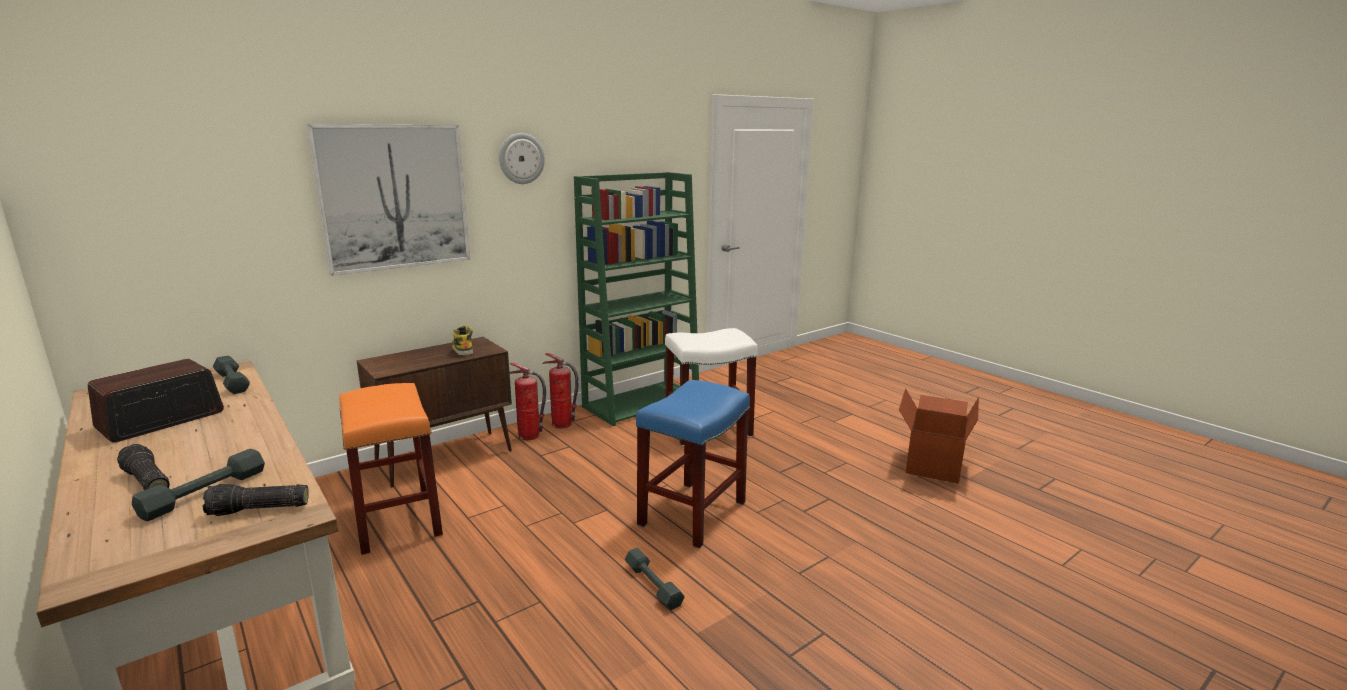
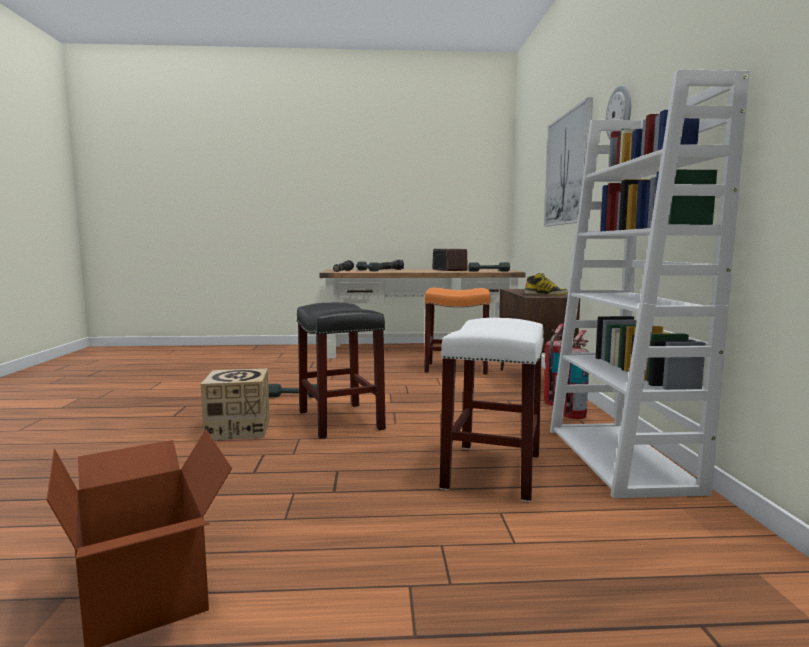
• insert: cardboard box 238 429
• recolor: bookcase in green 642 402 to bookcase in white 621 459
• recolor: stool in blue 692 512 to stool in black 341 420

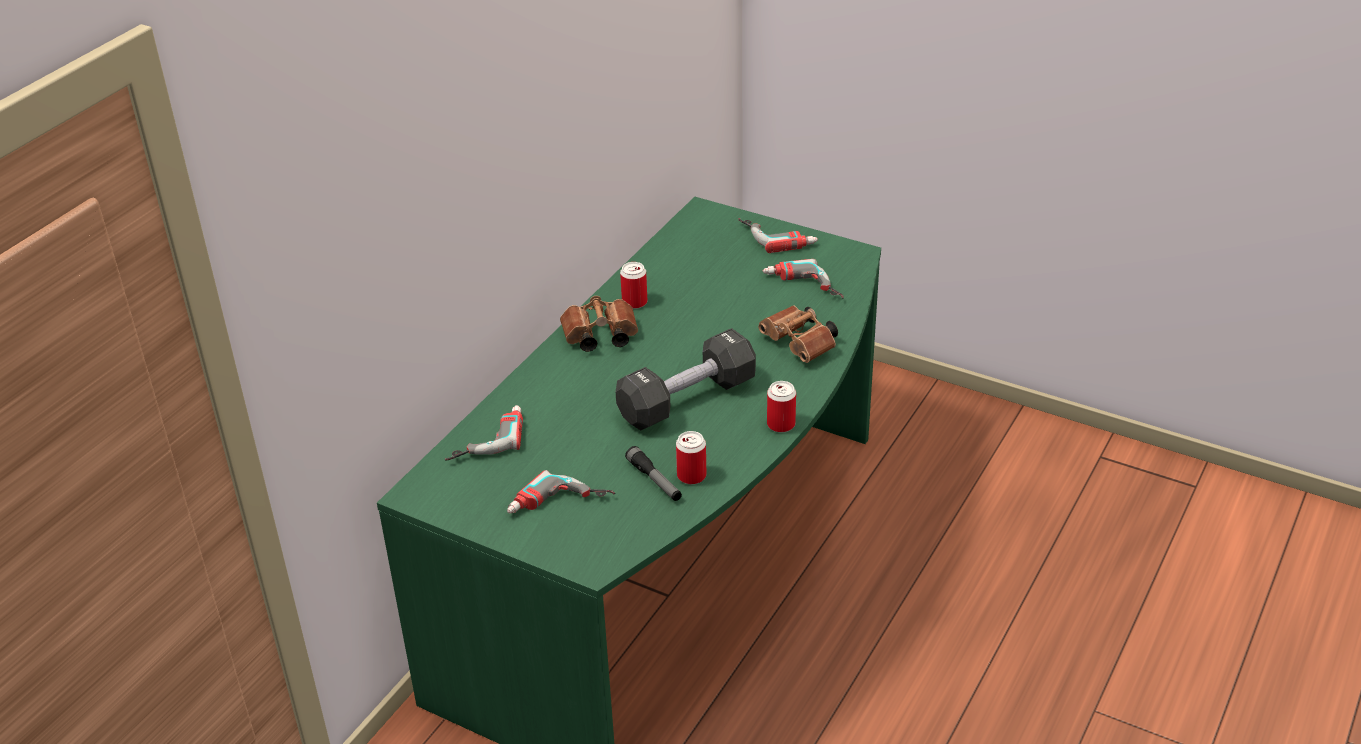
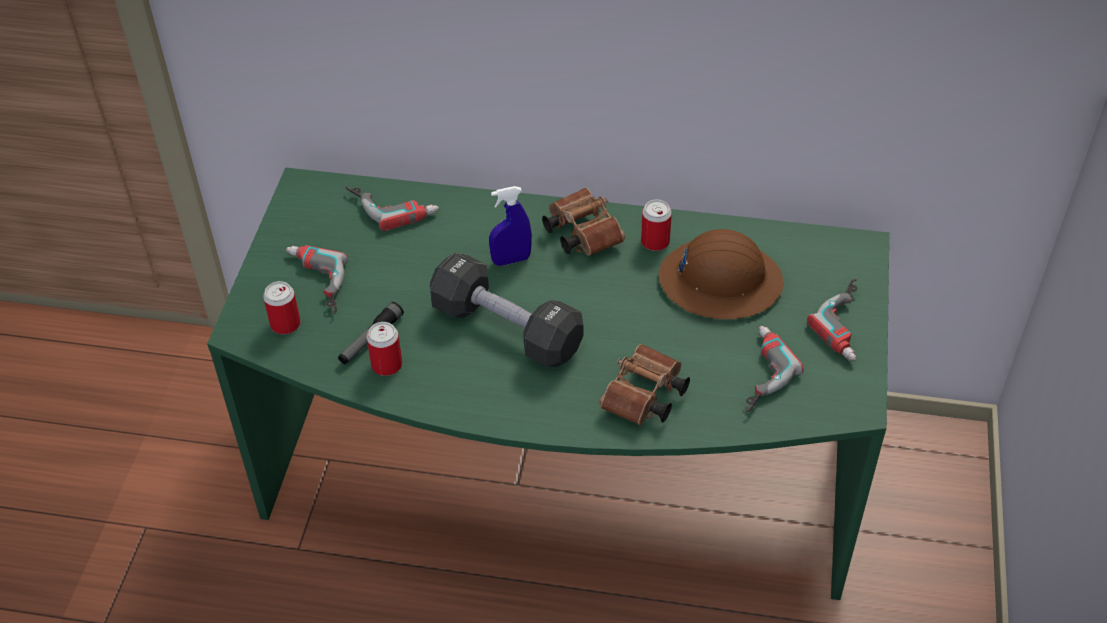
• insert: spray bottle in blue 511 260
• insert: hard hat in brown 720 281
• move: can 781 424 to 285 324

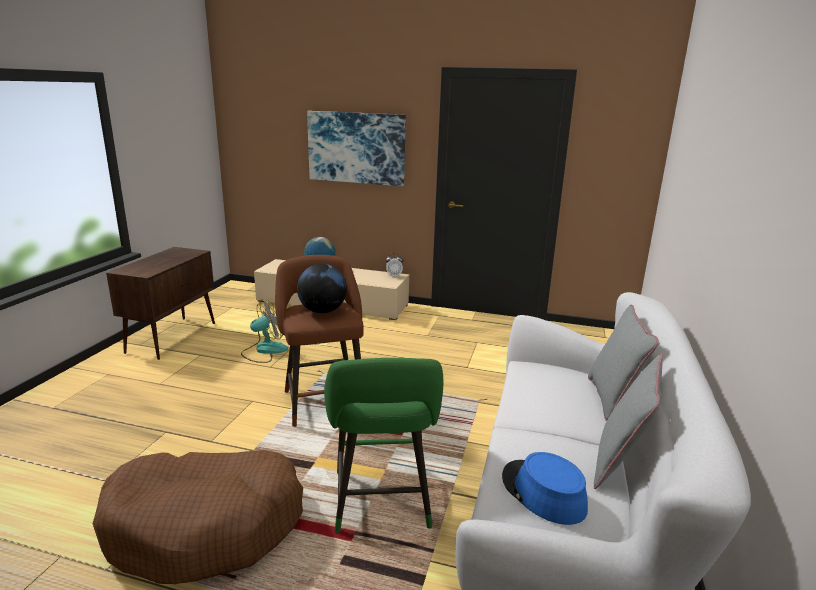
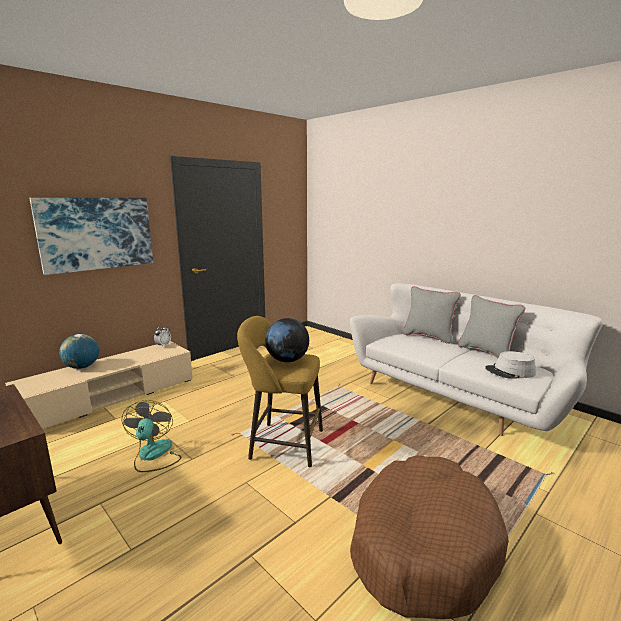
• delete: stool in green 382 504
• recolor: stool in brown 323 400 to stool in yellow 282 444
• recolor: hat in blue 543 492 to hat in grey 510 371

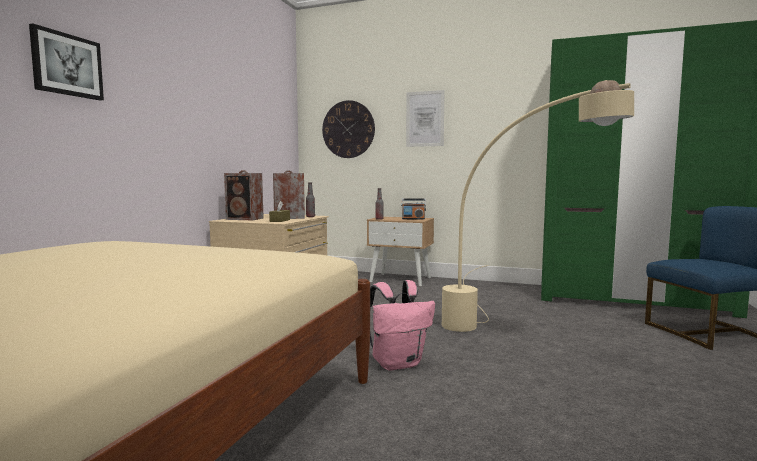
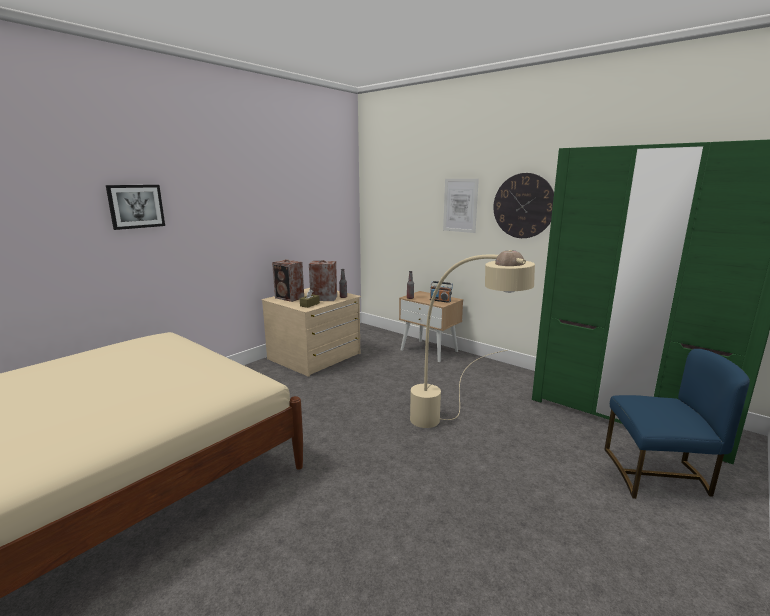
• delete: backpack in pink 398 363
• move: wall clock 348 129 to 523 206

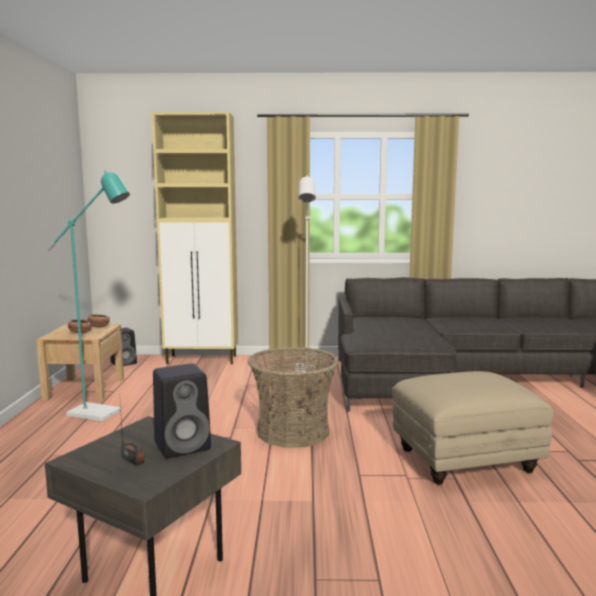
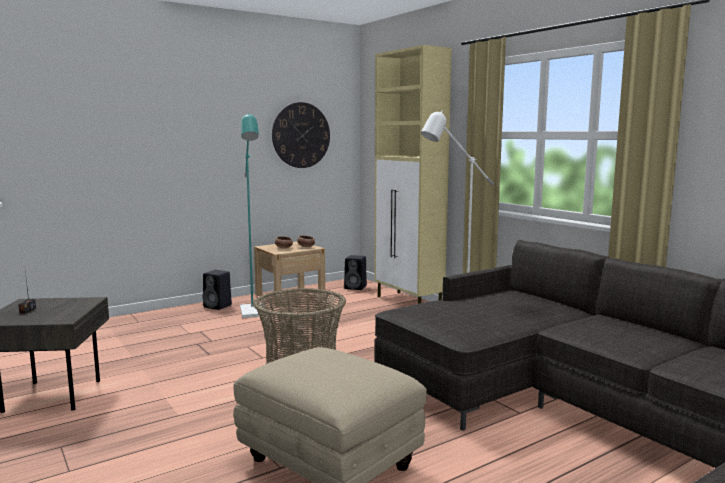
• insert: wall clock 301 135
• move: speaker in black 184 445 to 218 306

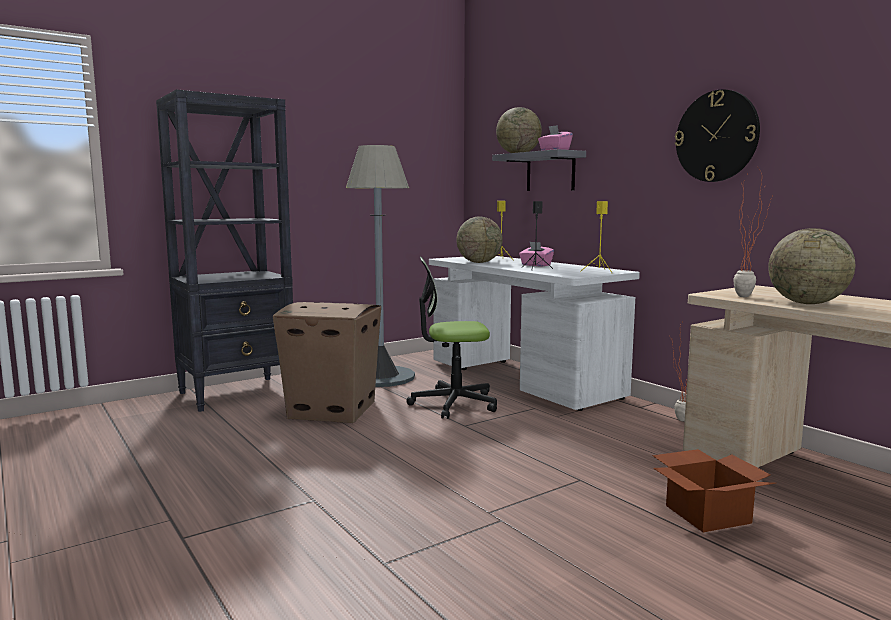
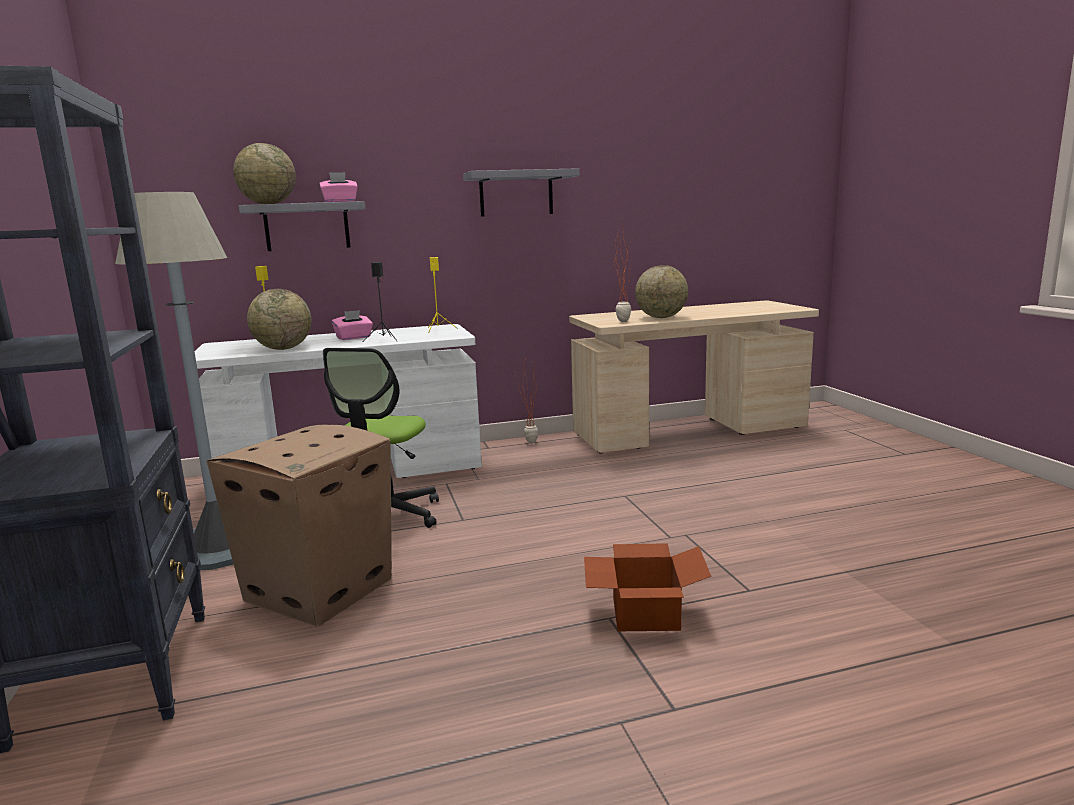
• move: cardboard box 707 513 to 643 613
• replace: wall clock 716 136 to shelf in grey 516 194

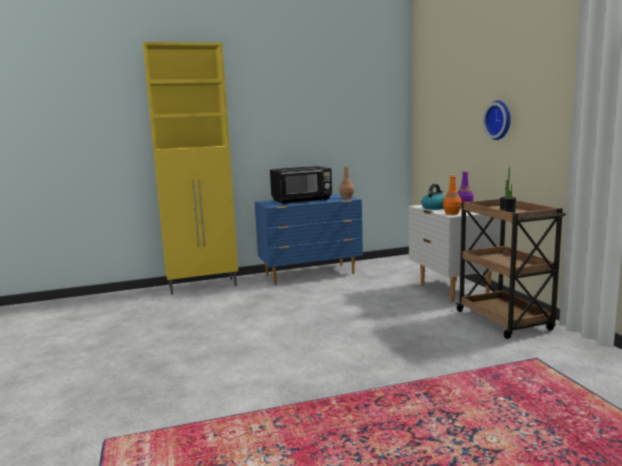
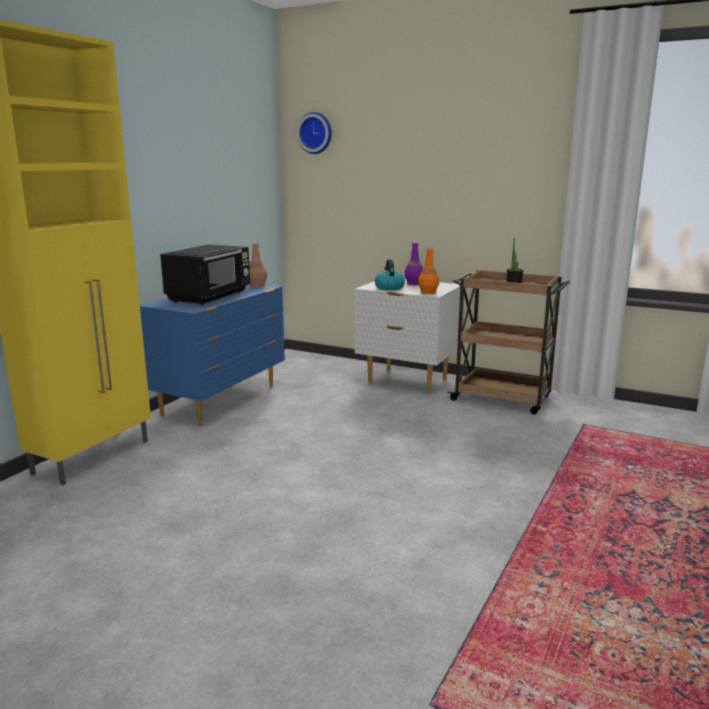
• move: wall clock 500 120 to 316 133

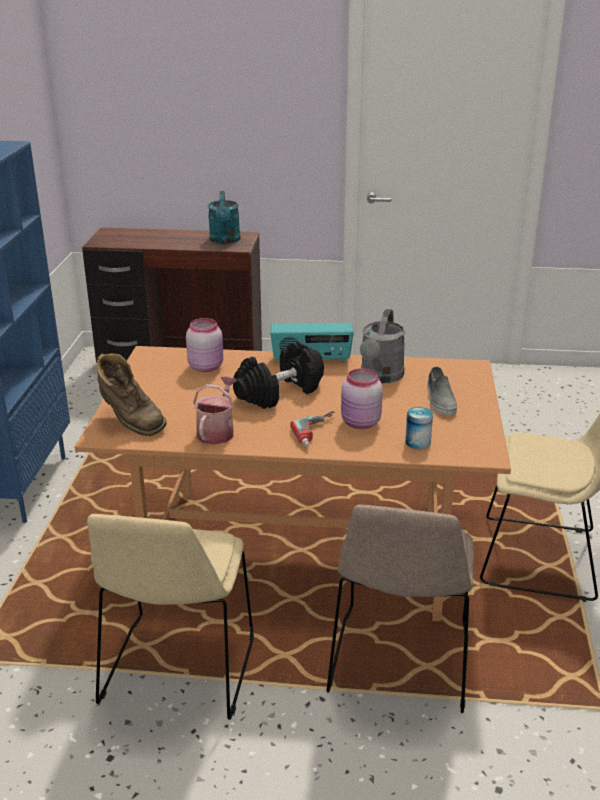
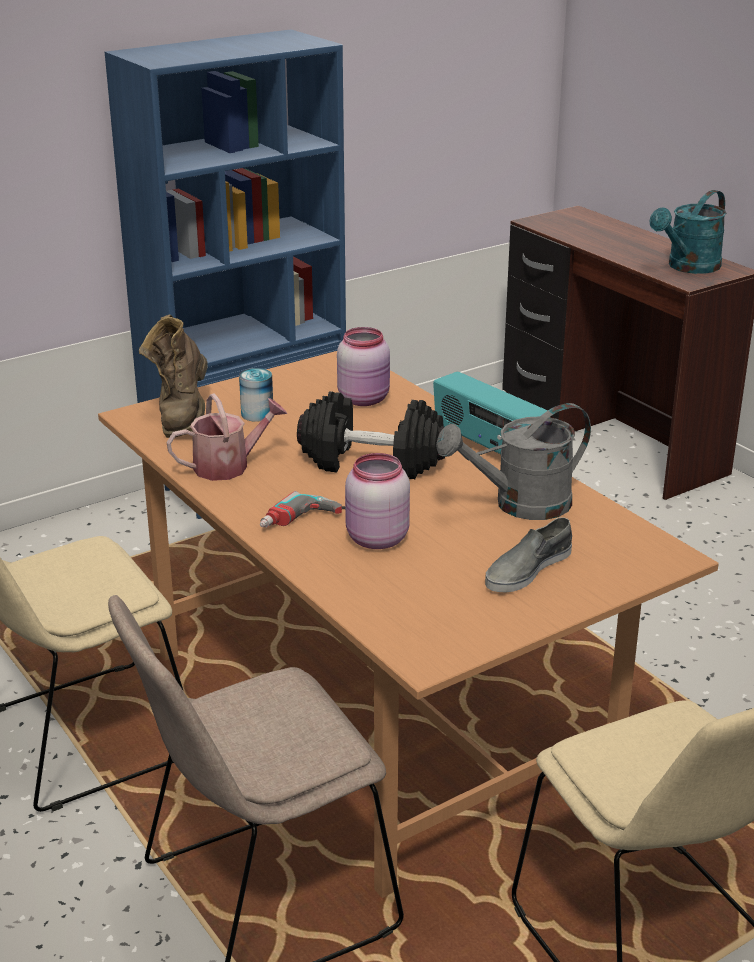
• move: can 417 442 to 257 414

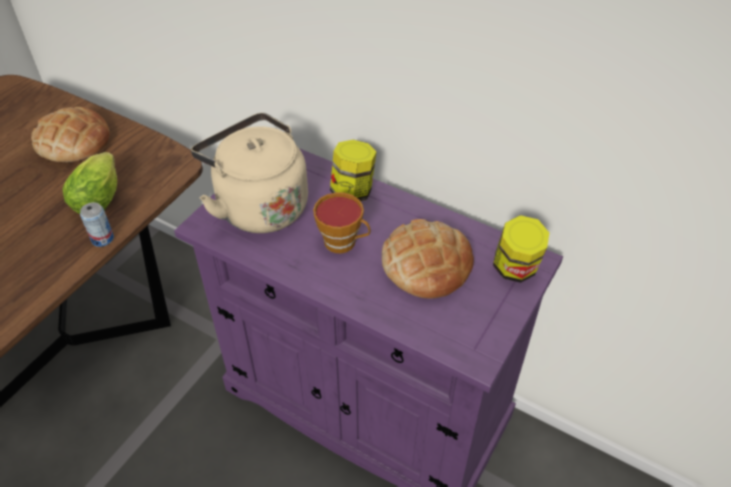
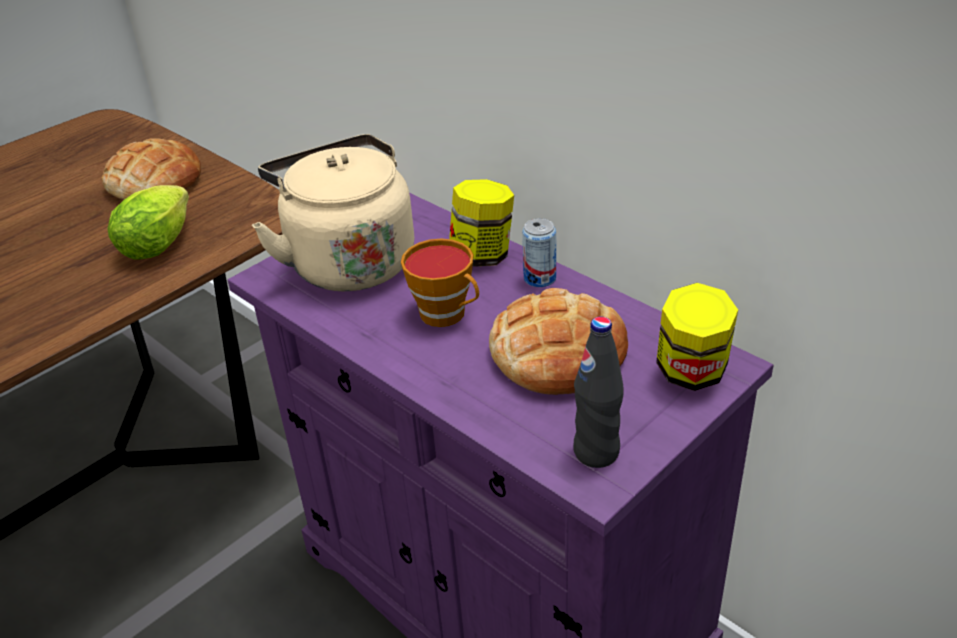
• insert: bottle in black 596 452
• move: can 102 239 to 540 278

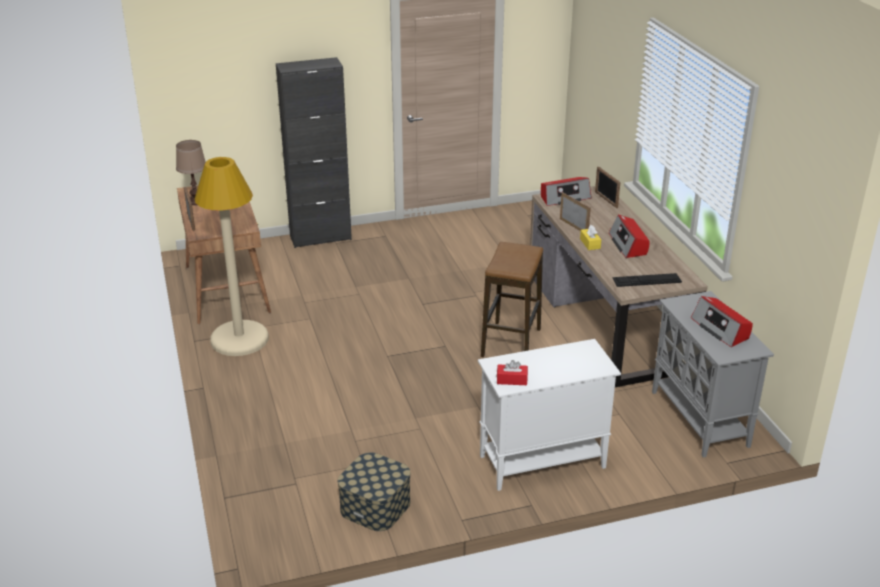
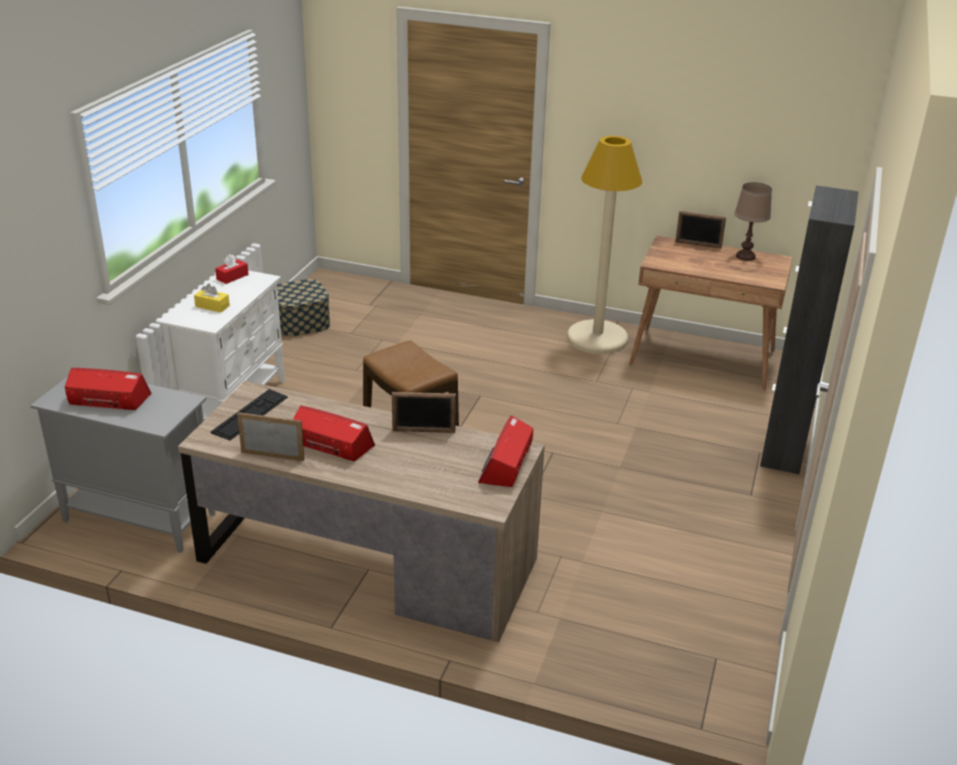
• move: tissue box in yellow 590 243 to 212 306
• move: picture frame 606 200 to 273 455

